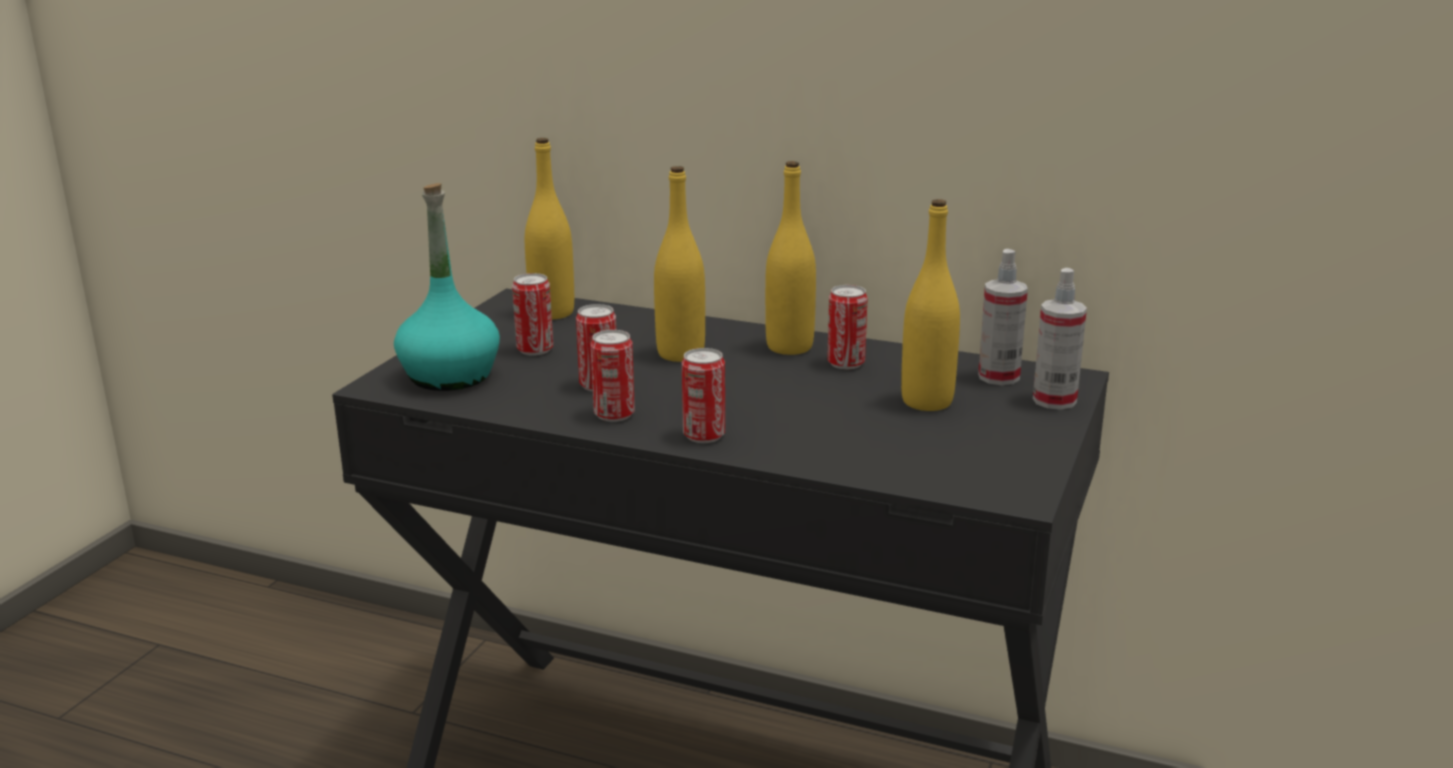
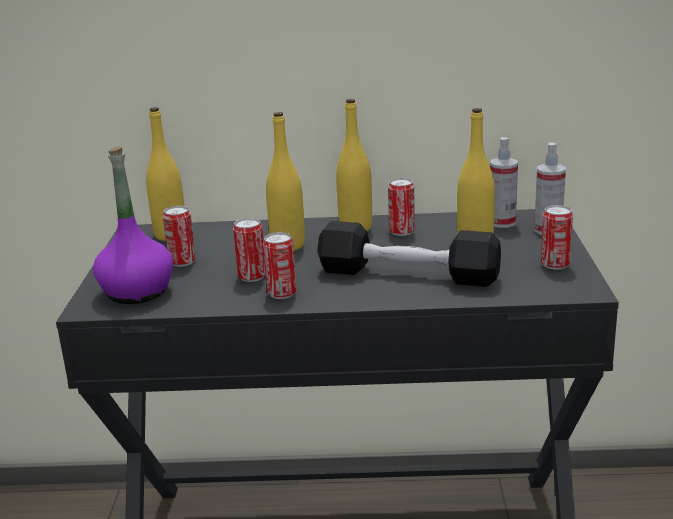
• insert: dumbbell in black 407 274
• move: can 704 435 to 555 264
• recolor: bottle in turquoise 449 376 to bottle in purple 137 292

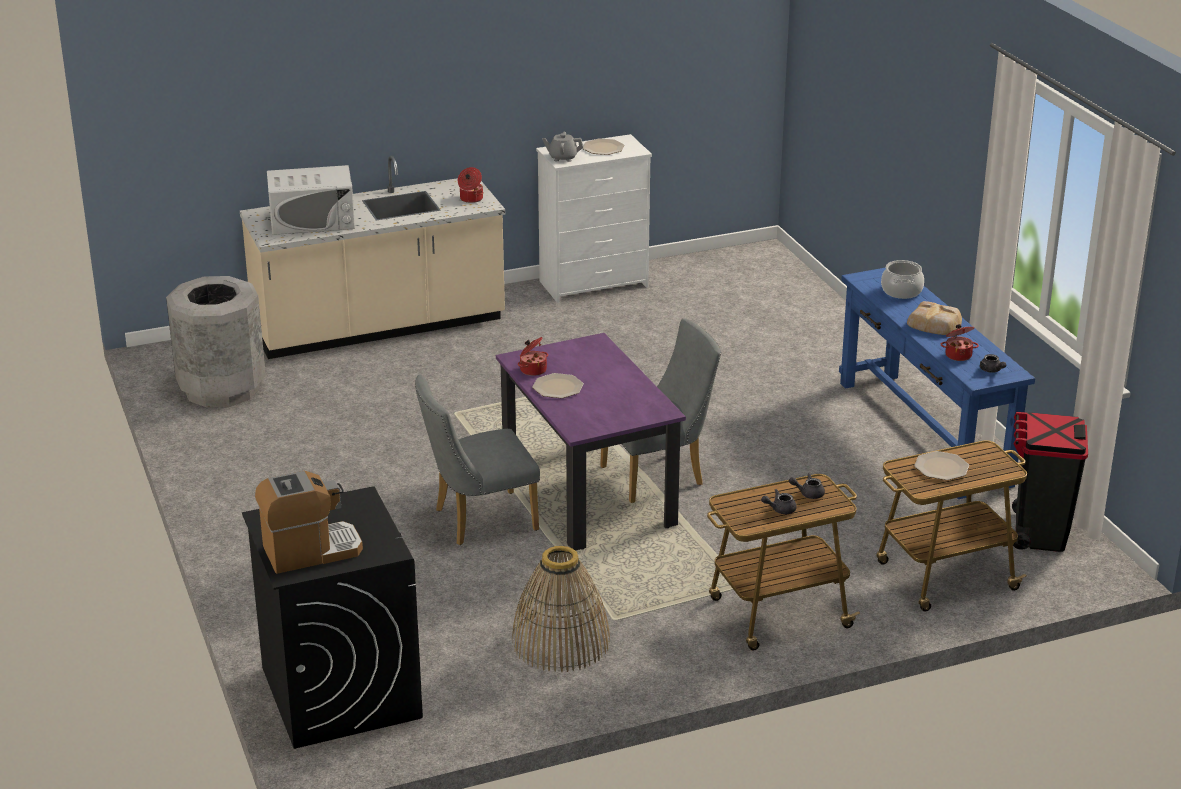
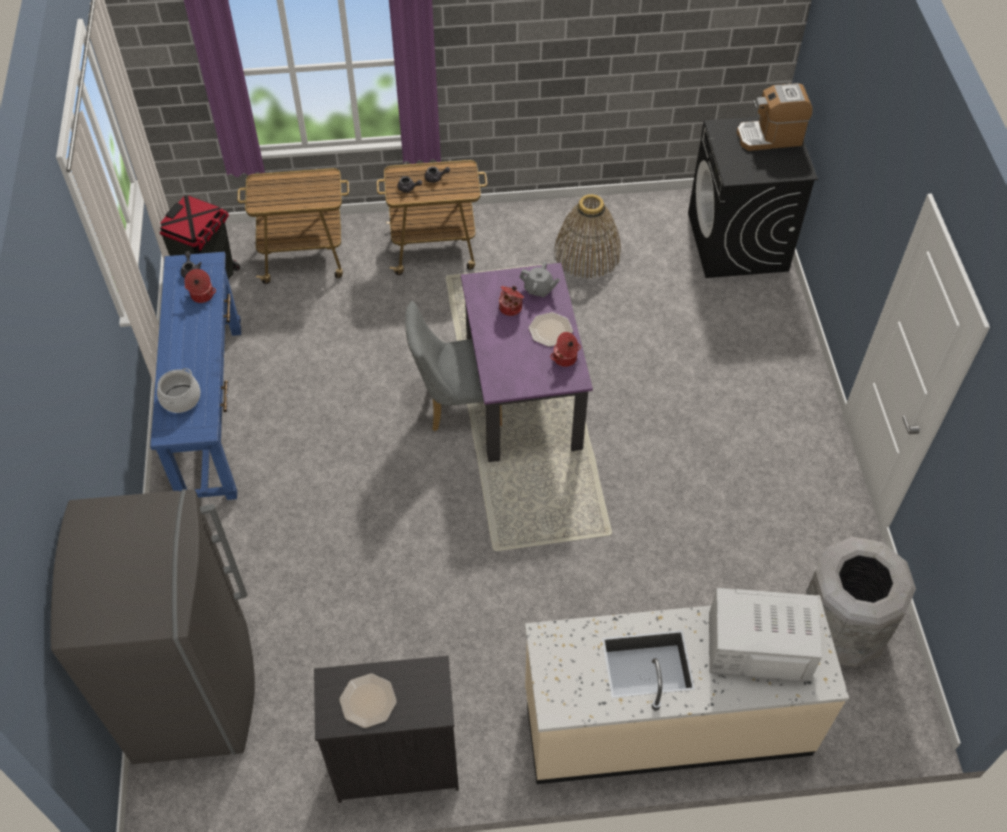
• delete: chair in grey 478 521
• delete: bread 935 324
• delete: plate 941 467
• insert: fridge in grey 194 691
• move: cooking pot 471 199 to 511 307
• move: teapot in grey 563 158 to 539 289
• recolor: dresser in white 595 284 to dresser in black 395 764

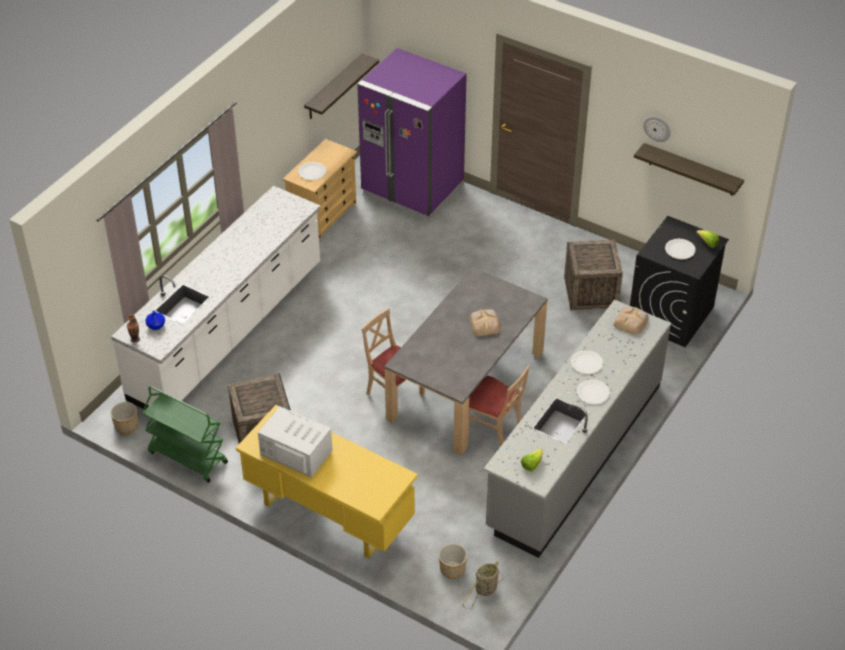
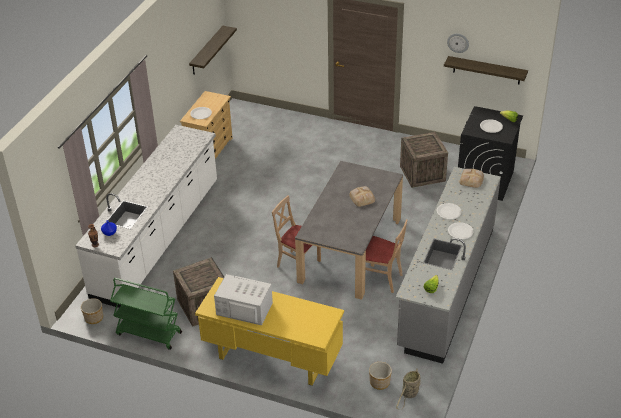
• delete: fridge in purple 412 190

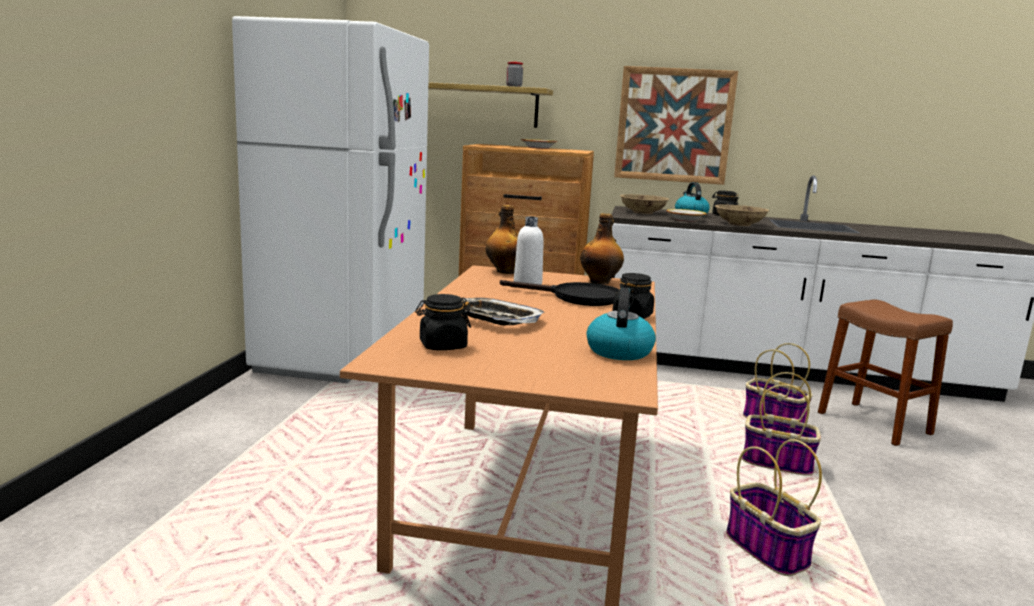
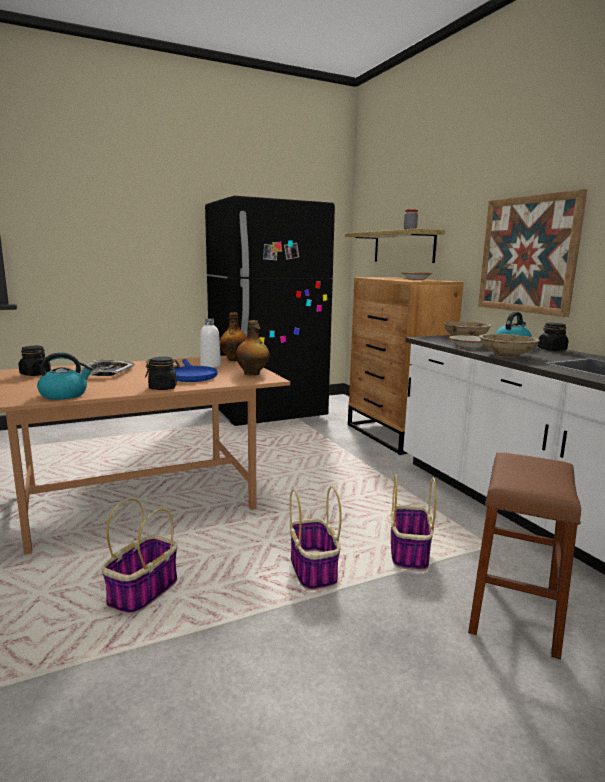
• recolor: fridge in white 342 357 to fridge in black 268 414
• recolor: frying pan in black 576 297 to frying pan in blue 191 375

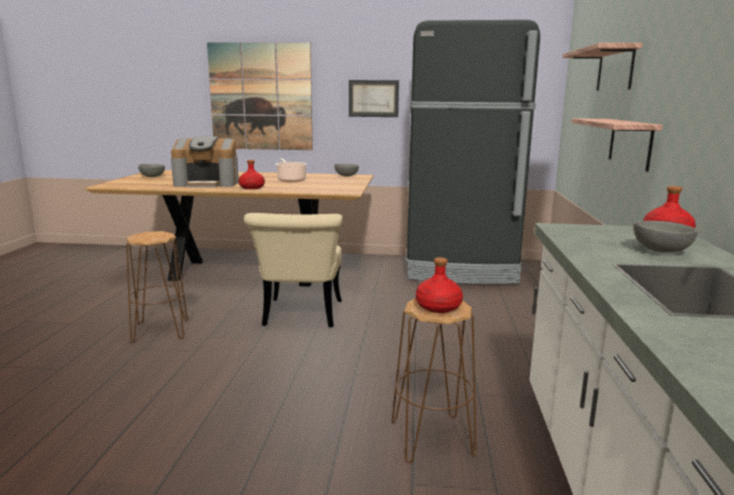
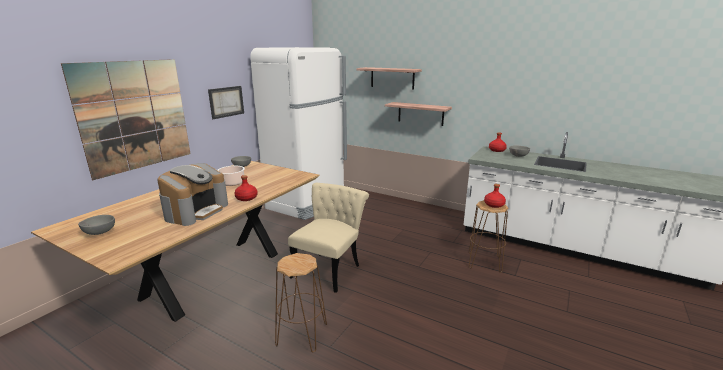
• recolor: fridge in black 461 270 to fridge in white 307 203
• rotate: chair in beige 301 317 = 330 268 90 degrees counterclockwise

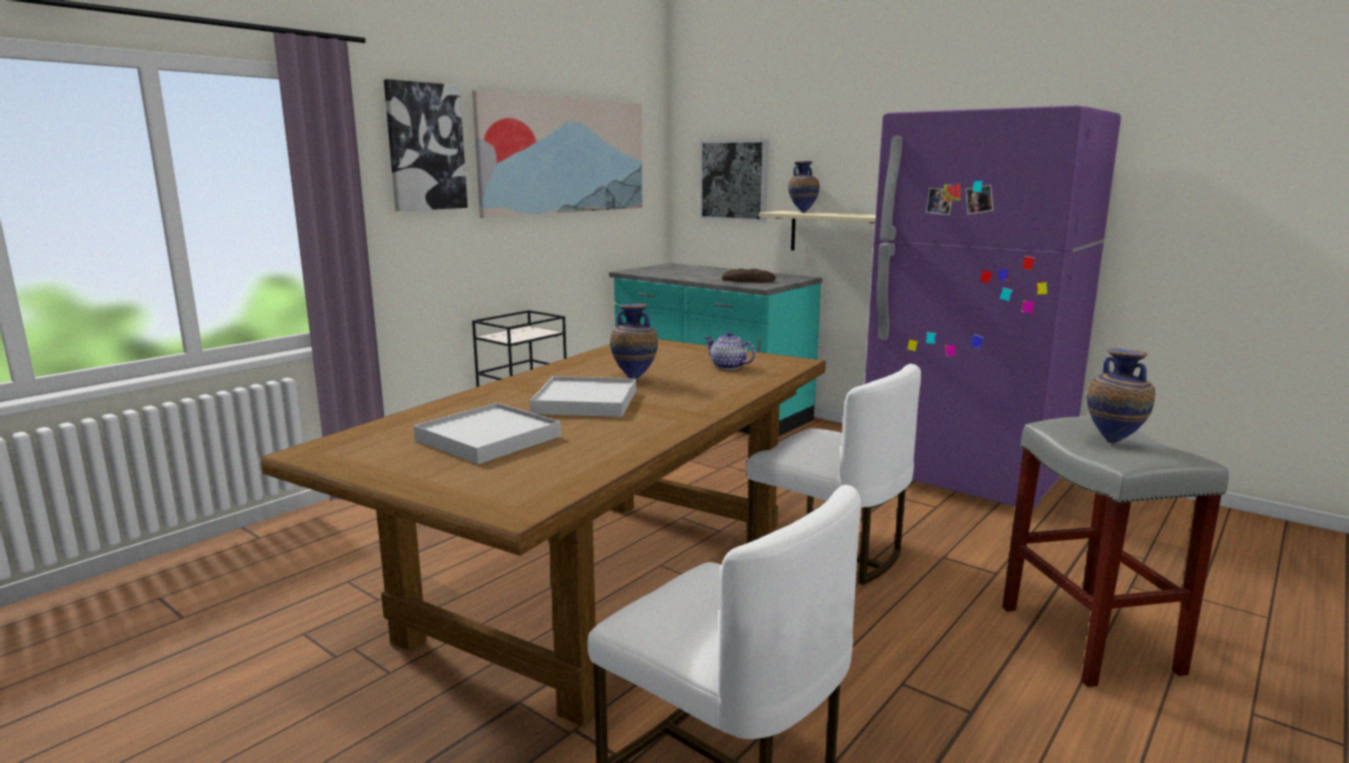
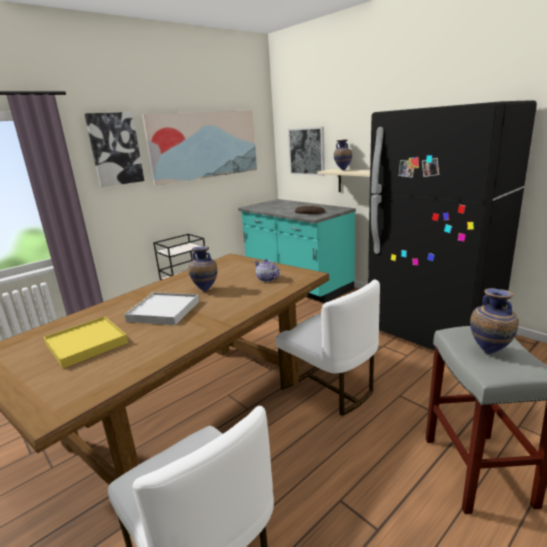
• recolor: tray in white 488 438 to tray in yellow 86 344
• recolor: fridge in purple 965 475 to fridge in black 433 331

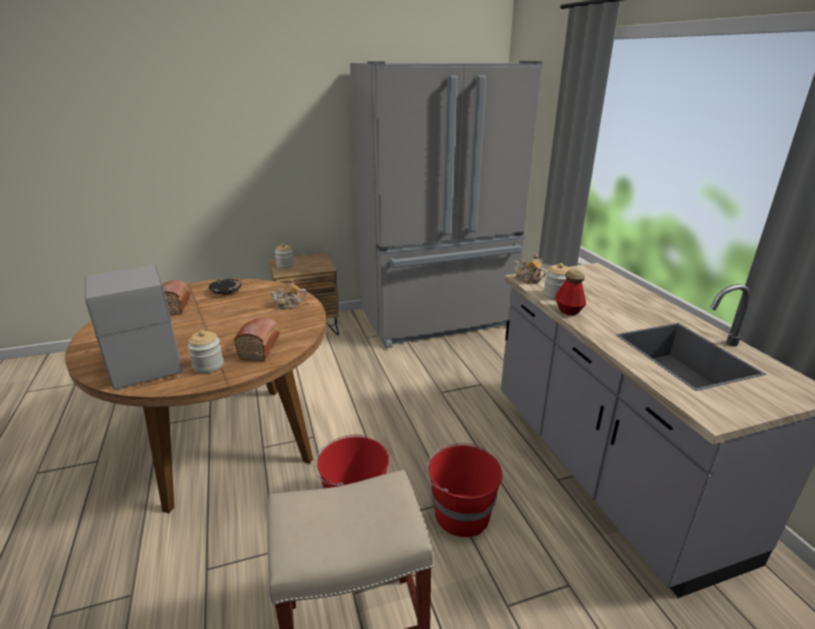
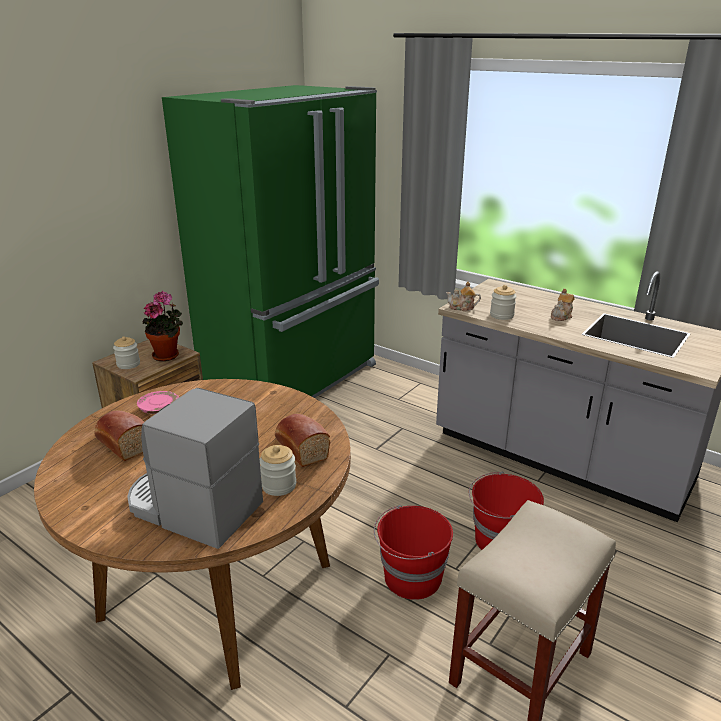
• delete: bottle 568 310
• insert: potted plant 168 355
• move: teapot 289 305 to 562 316
• recolor: plate in black 226 291 to plate in pink 159 408
• recolor: fridge in grey 437 319 to fridge in green 295 380

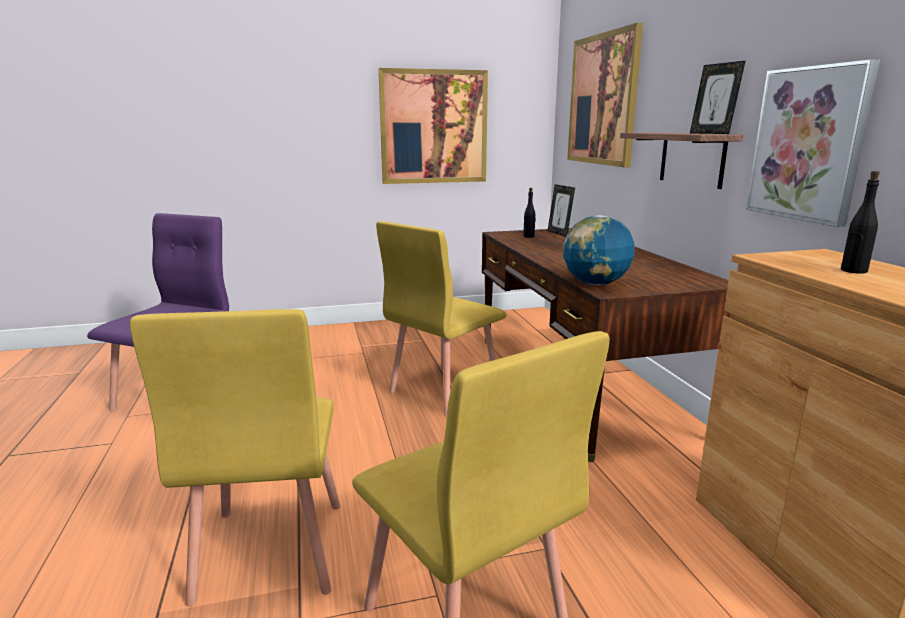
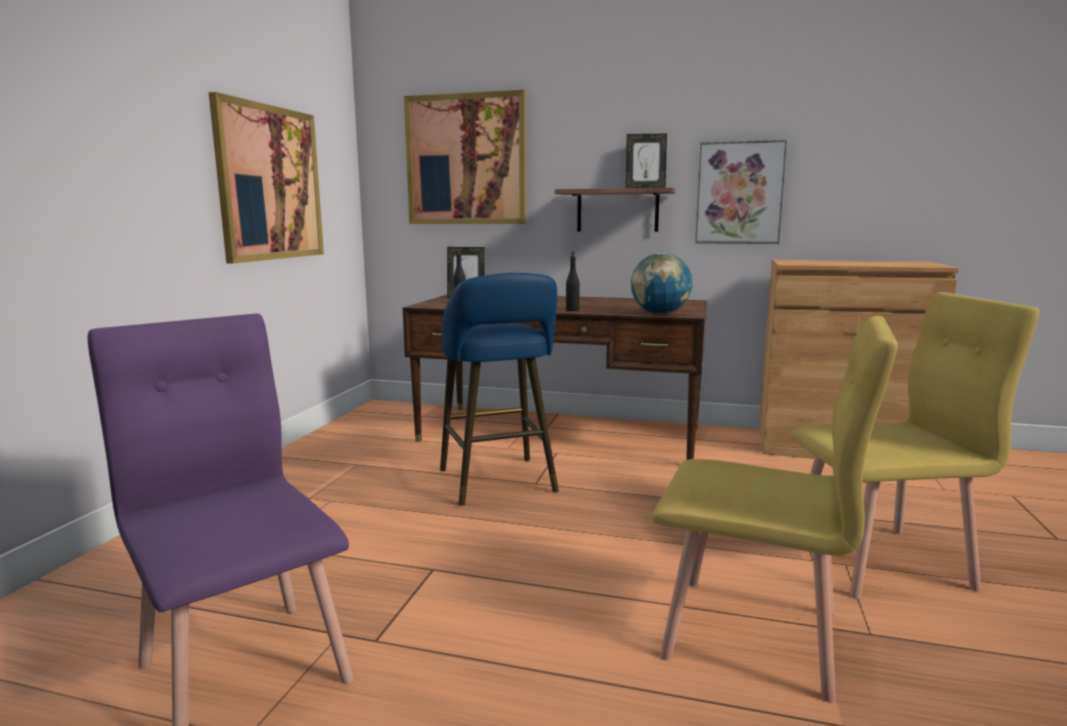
• move: bottle in black 853 271 to 572 310
• replace: chair in yellow 443 390 to stool in blue 499 483

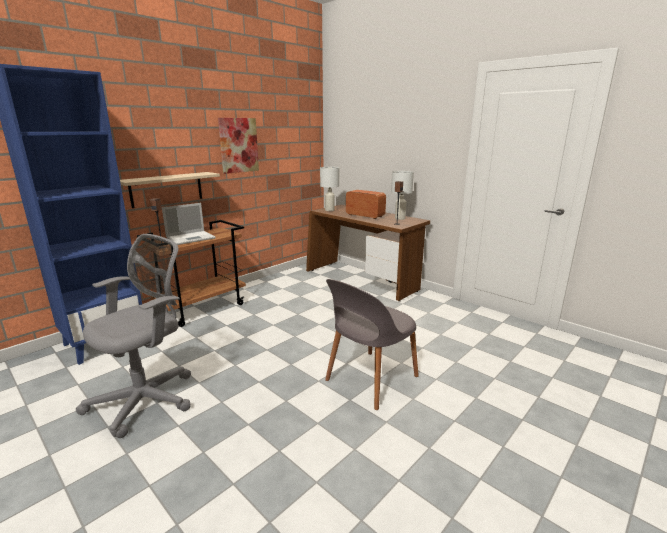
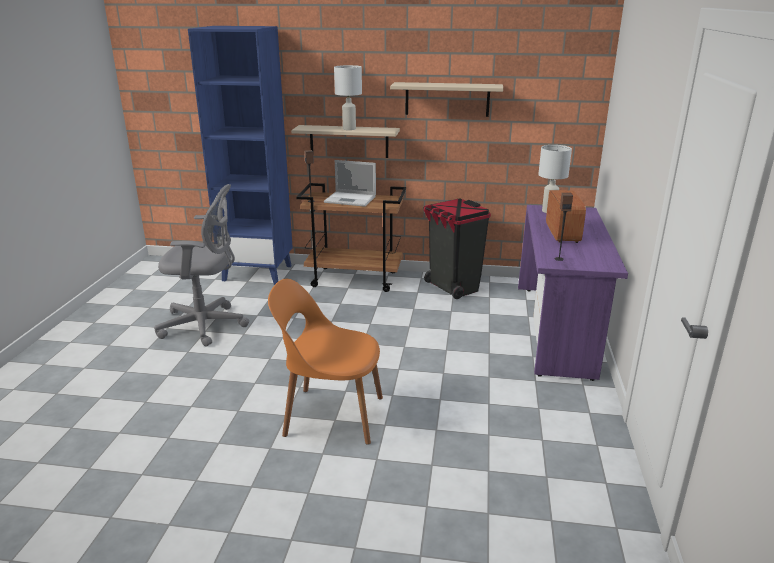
• insert: trash can in black 453 287
• move: table lamp in white 400 218 to 349 129
• replace: picture 238 145 to shelf in beige 447 99
• recolor: desk in brown 362 280 to desk in purple 556 330
• recolor: chair in grey 370 379 to chair in orange 331 415

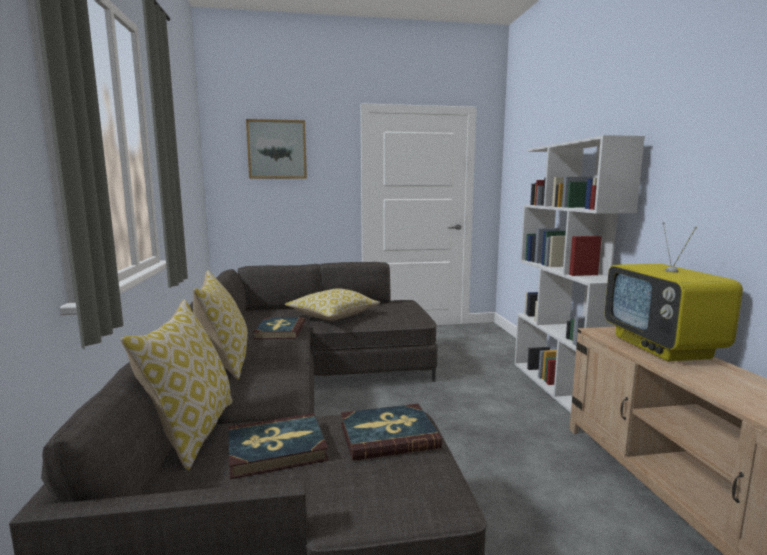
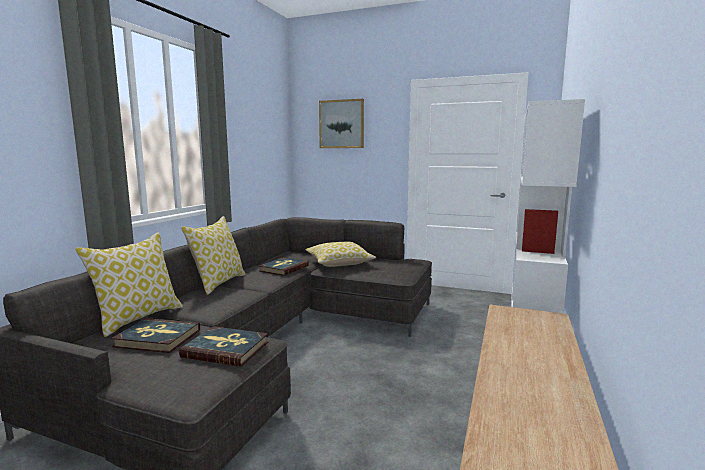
• delete: television 662 347

